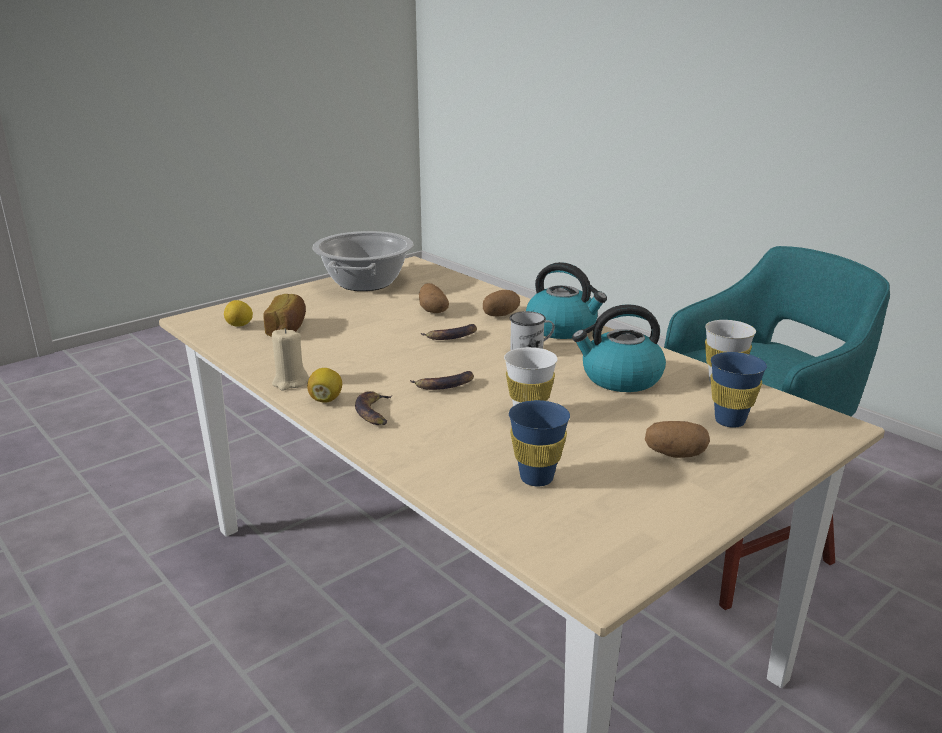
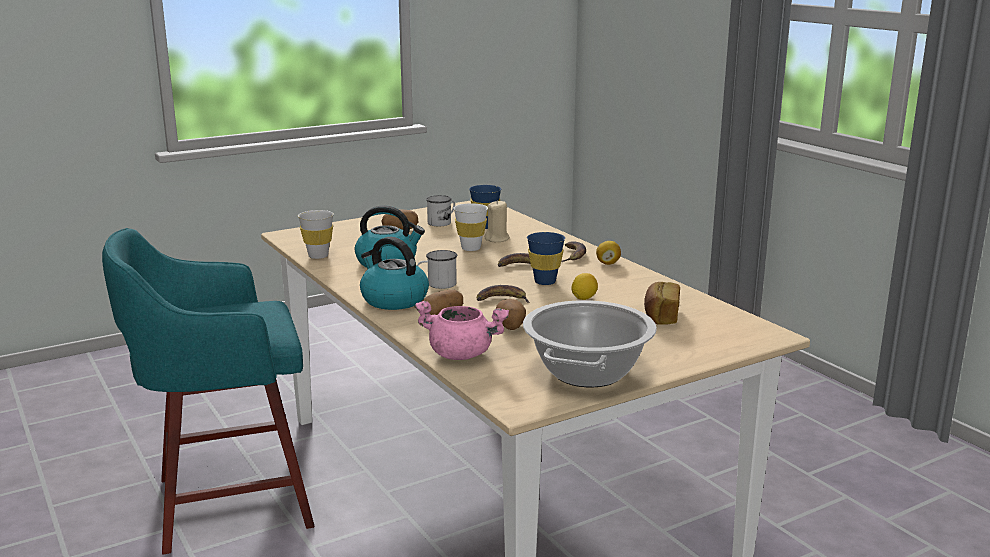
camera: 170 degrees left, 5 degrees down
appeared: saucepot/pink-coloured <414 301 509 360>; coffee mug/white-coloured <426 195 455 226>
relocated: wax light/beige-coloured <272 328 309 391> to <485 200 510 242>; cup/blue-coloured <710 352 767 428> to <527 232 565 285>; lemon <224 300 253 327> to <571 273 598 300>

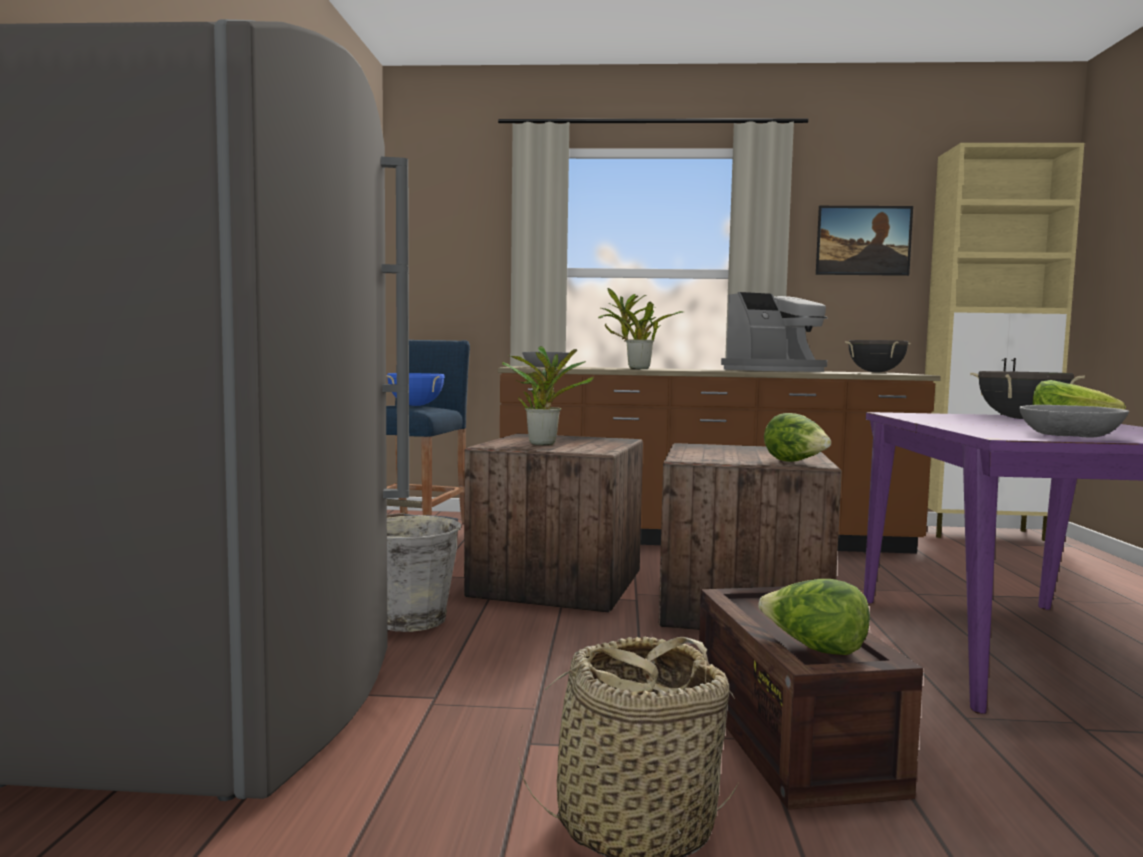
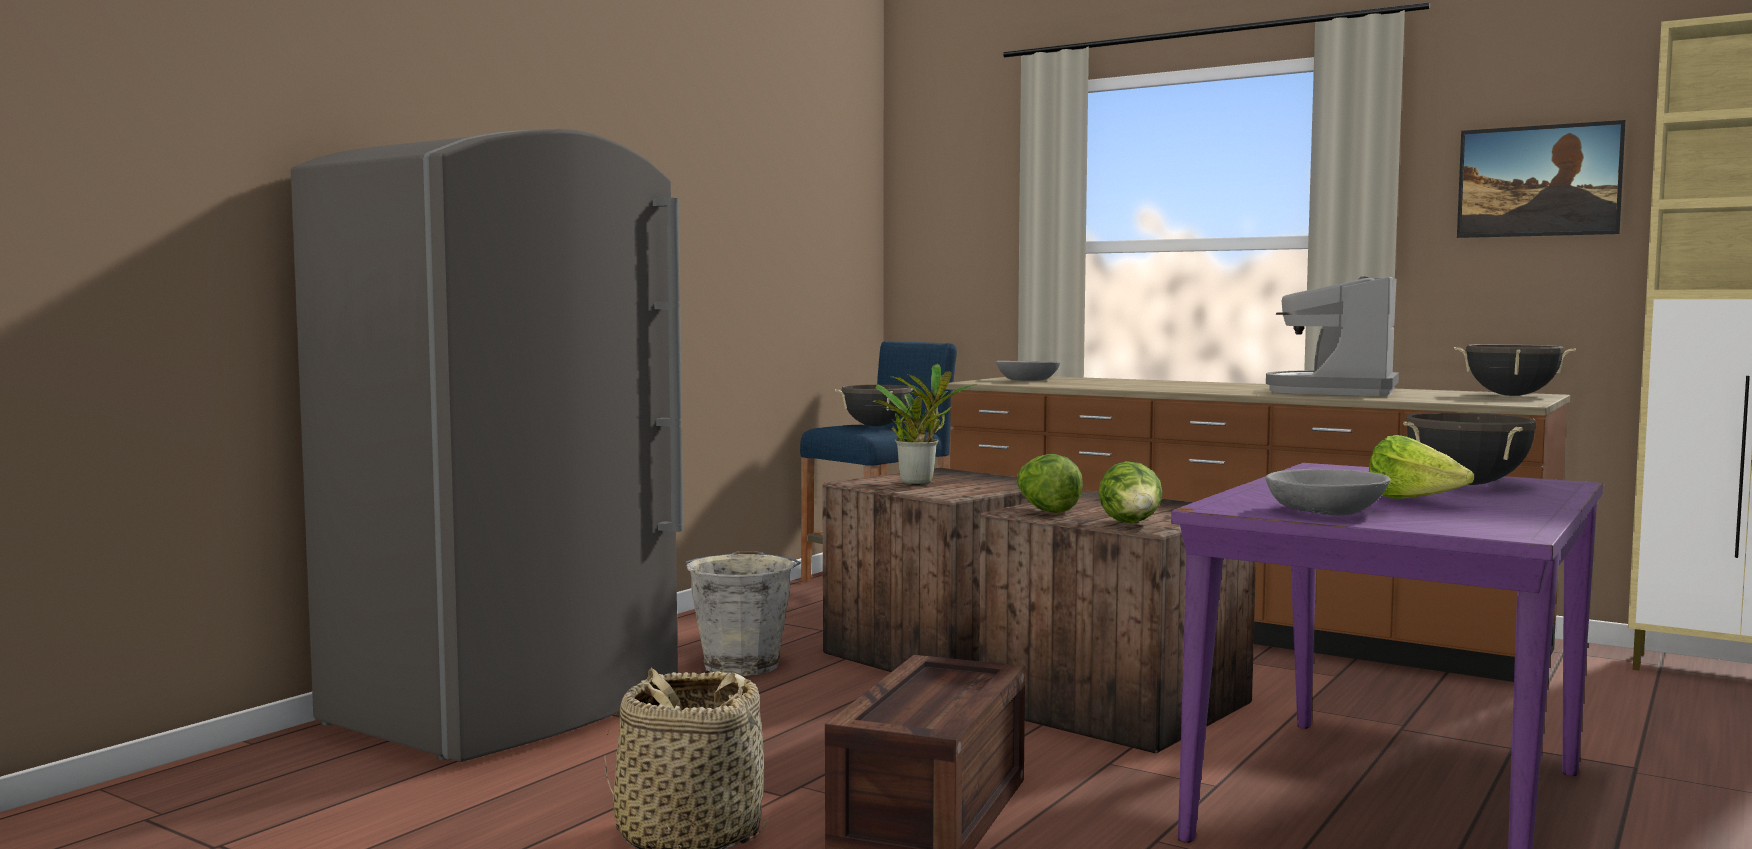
camera: 30 degrees right, 0 degrees up
missing: houseplant <598 288 685 369>
relocated: lettuce head <759 579 870 655> to <1017 454 1083 513>
colour: saucepot/blue-coloured <387 373 445 406> to saucepot/black-coloured <835 385 913 426>
spun: coffee maker <721 292 827 372> = <1266 276 1399 396> 105 degrees clockwise

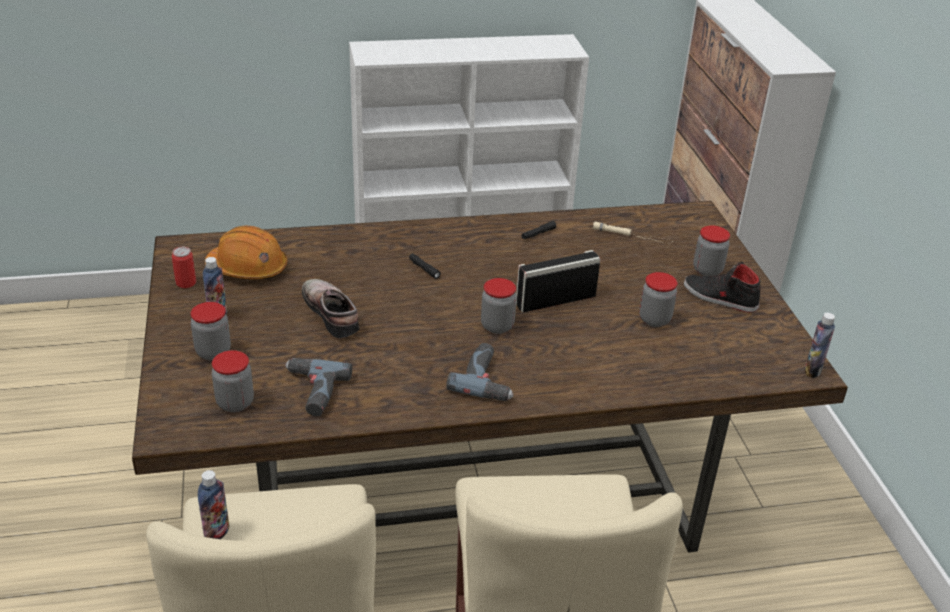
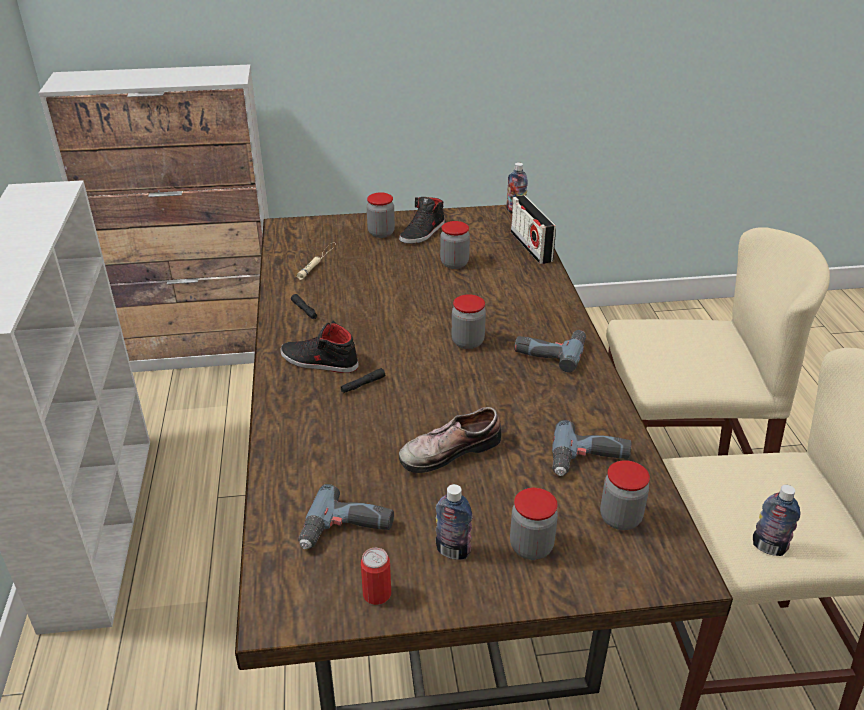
camera: 85 degrees left, 0 degrees up
appeared: low shoe/black-coloured <281 321 359 373>
relocated: radio set <516 250 601 313> to <511 195 556 264>
exchanged: hard hat/orange <205 226 287 279> to drill <298 484 394 549>

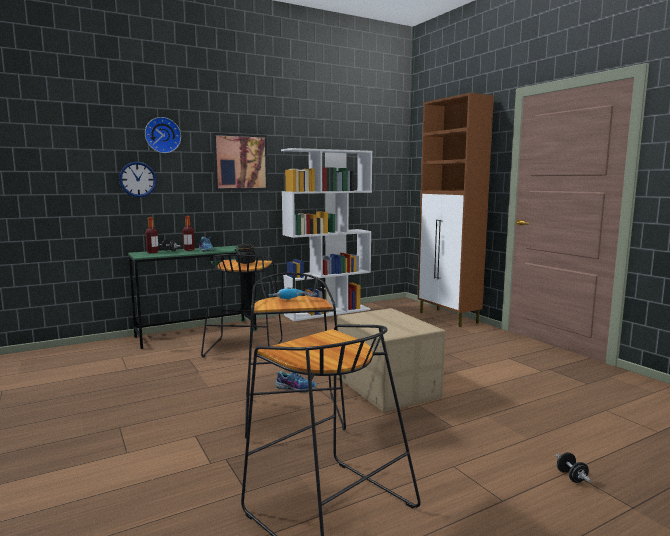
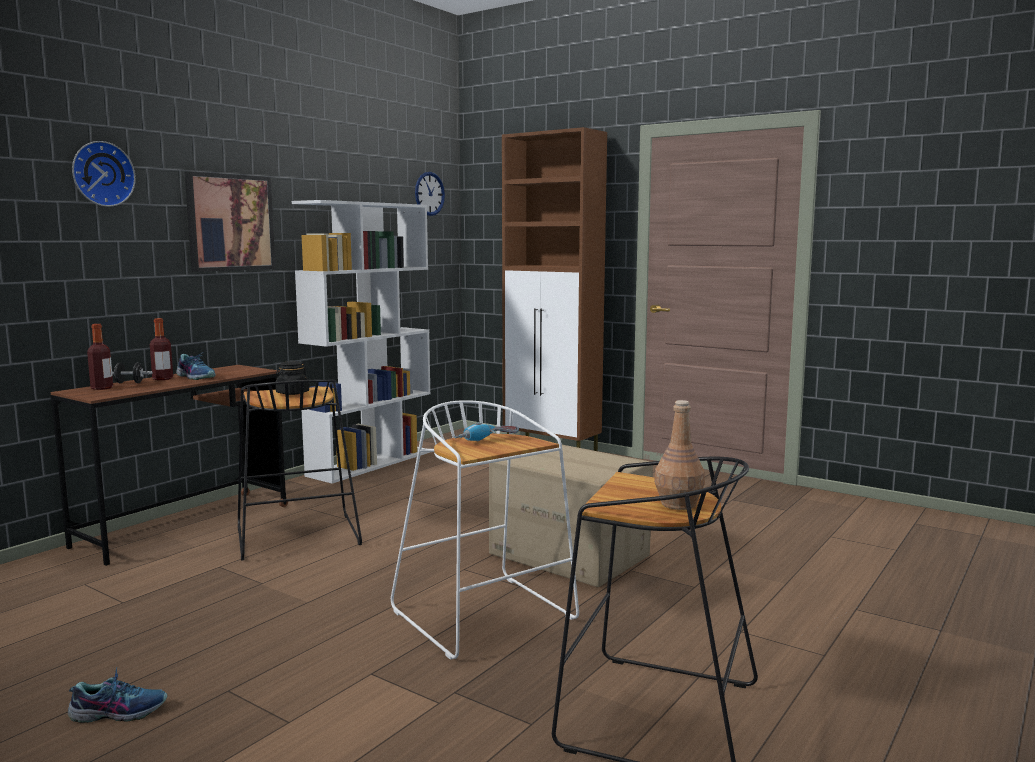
camera: 25 degrees left, 0 degrees up
missing: dumbbell/black-coloured <556 452 591 483>
appeared: beverage bottle/brown <654 400 705 510>
relocated: low shoe <275 371 317 393> to <68 667 167 723>; wall clock <119 162 157 197> to <415 172 445 216>
colour: desk unit/greenish <128 246 258 349> to desk unit/brown <51 365 288 566>; stool seat/black-coloured <245 273 346 438> to stool seat/white-coloured <391 400 579 660>

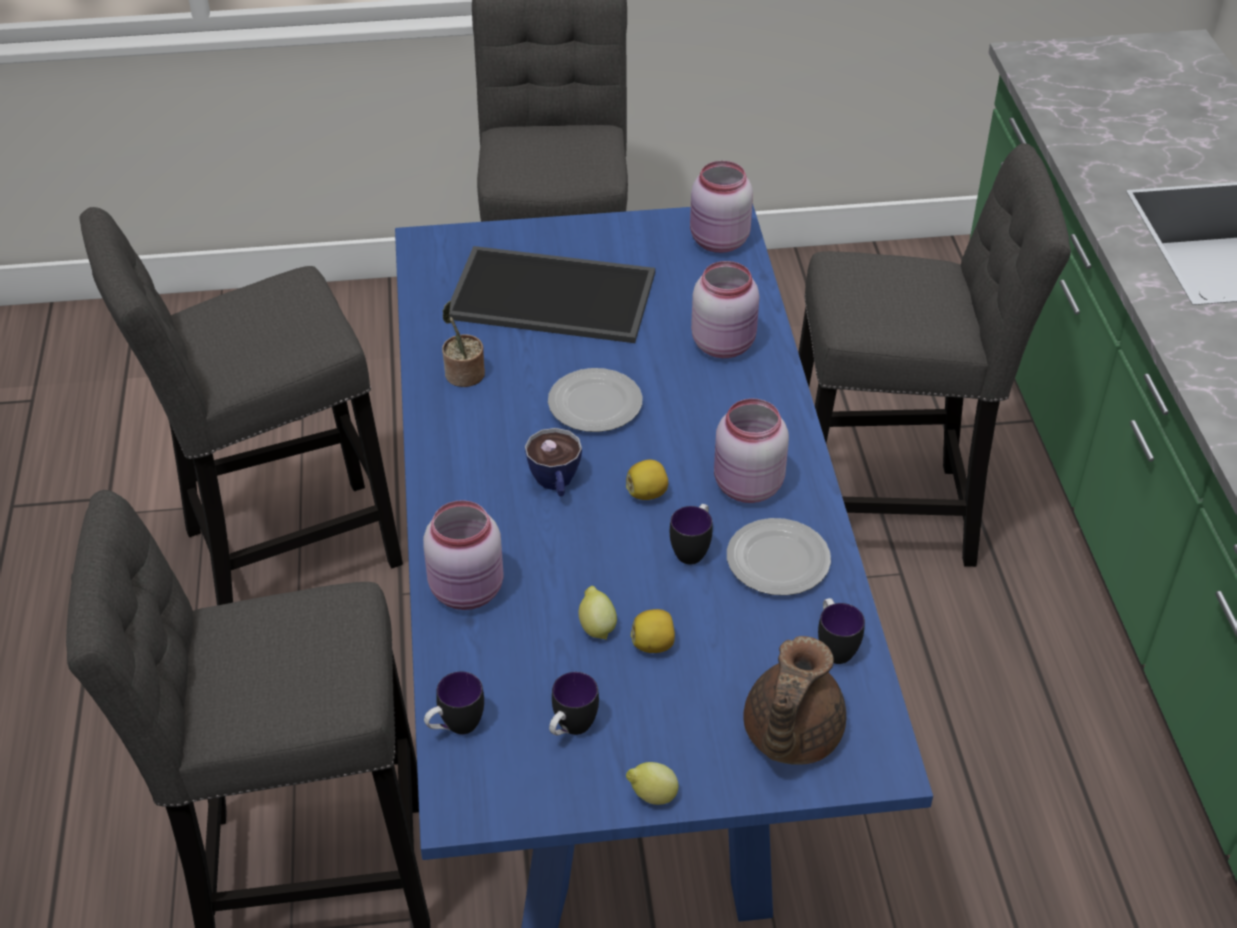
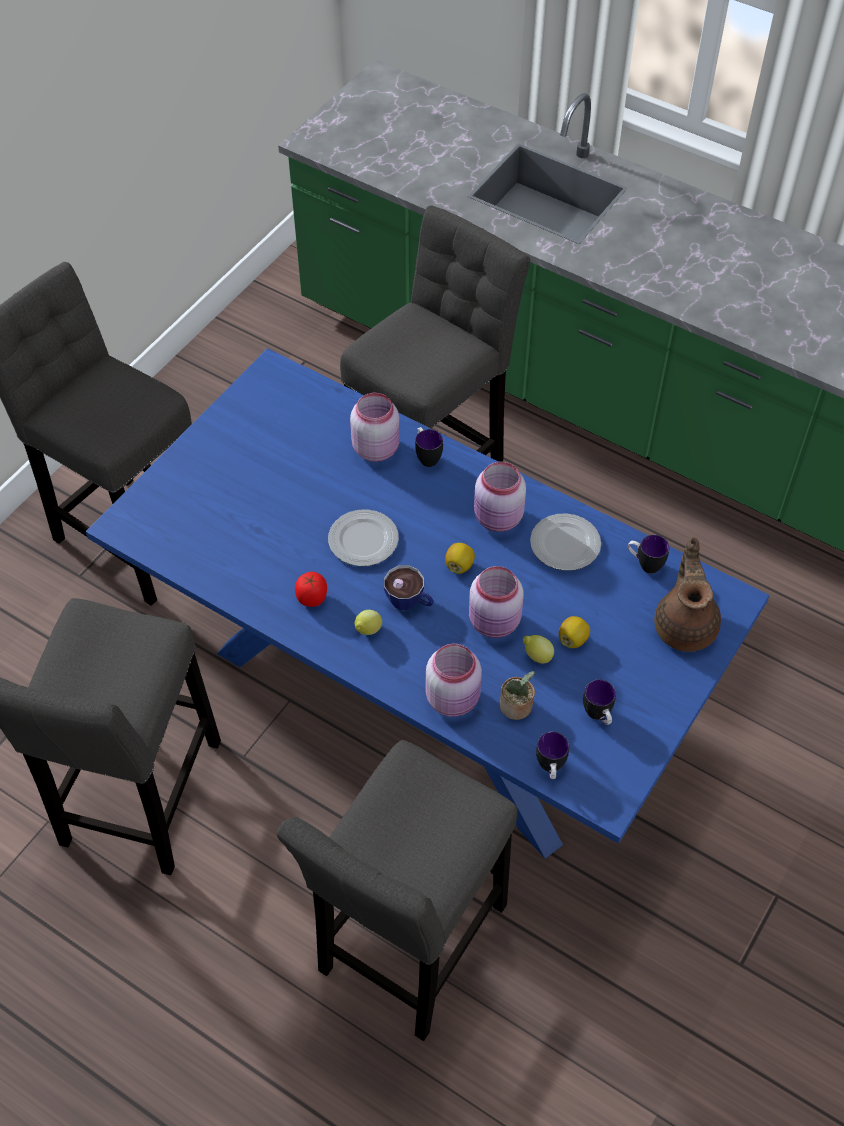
camera: 50 degrees left, 10 degrees up
missing: tray <449 246 655 343>
appeared: fresh tomato <295 572 327 607>
relocated: lemon <626 762 679 805> to <355 610 382 635>; coffee mug <670 504 713 564> to <415 427 443 467>; storage jar/pink-coloured <690 161 753 253> to <469 566 524 638>; houseplant <442 301 485 387> to <500 671 535 720>
spun: pot for tea/brown <743 636 846 765> = <654 537 721 652> 150 degrees counterclockwise

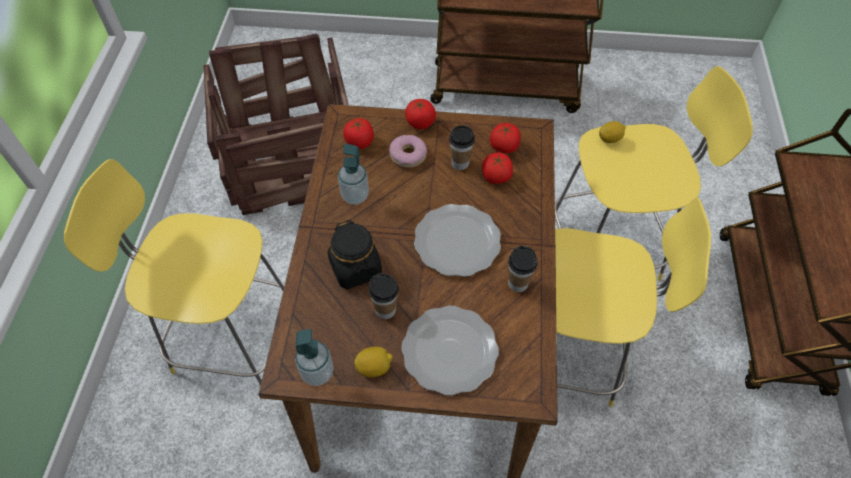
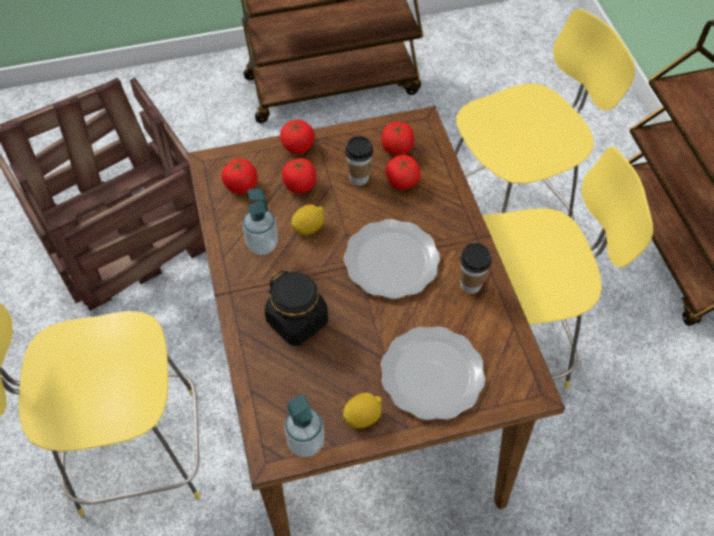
camera: 20 degrees left, 0 degrees up
missing: cup <368 273 399 319>
relocated: lemon <599 121 626 143> to <291 205 324 235>
exchanged: ring doughnut <389 135 427 168> to fresh tomato <282 158 316 193>

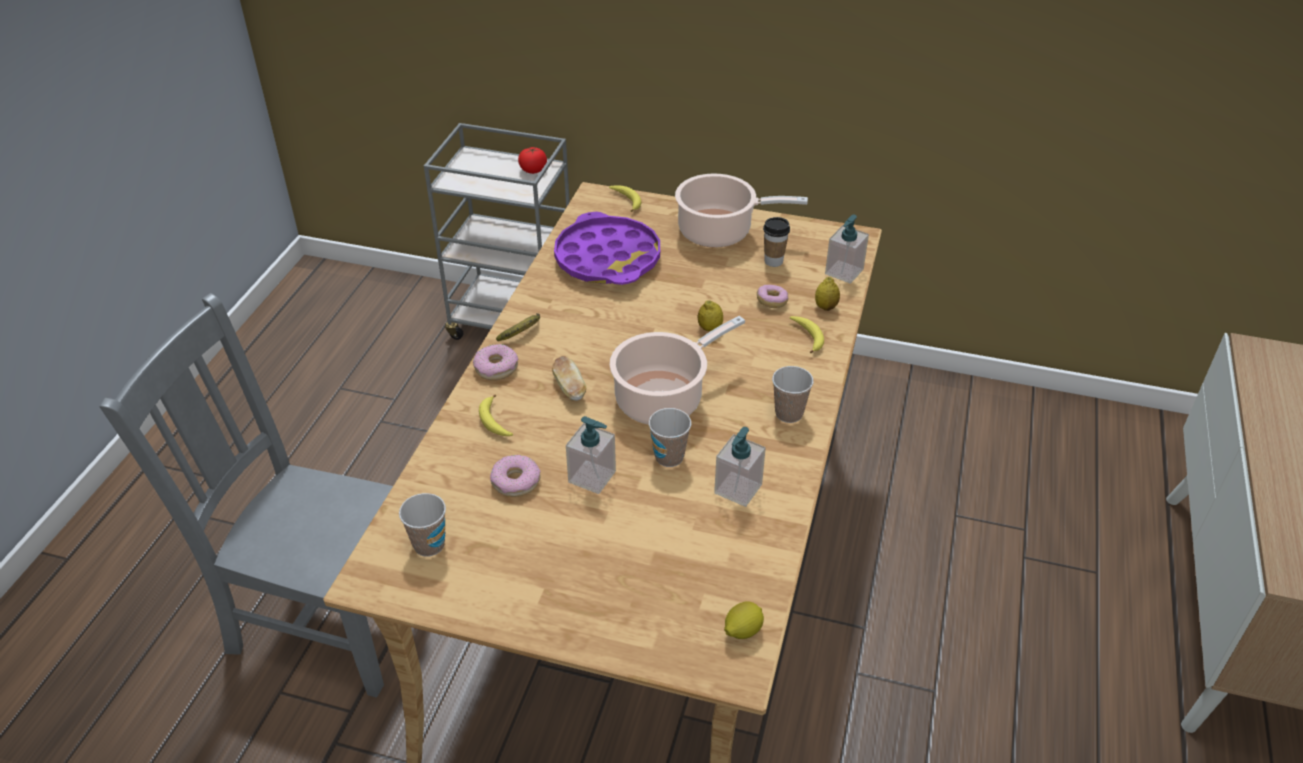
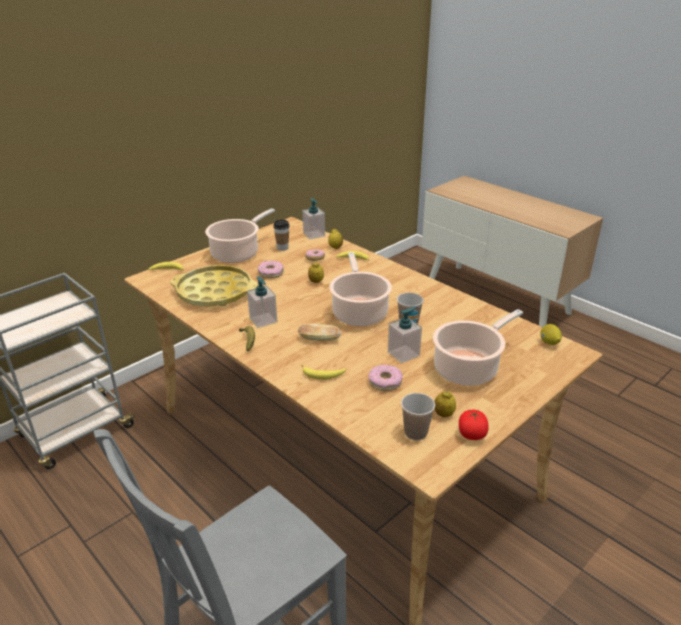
camera: 60 degrees left, 10 degrees down
missing: cup <772 366 814 423>
appeared: saucepot <433 309 523 386>; lemon <434 391 456 417>
relocated: soap dispenser <714 427 766 507> to <247 276 277 328>; ring doughnut <473 344 518 380> to <258 261 284 278>; fresh tomato <518 147 547 174> to <459 410 488 440>
colour: tray/purple <554 212 660 285> to tray/yellow-coloured <170 265 258 307>

